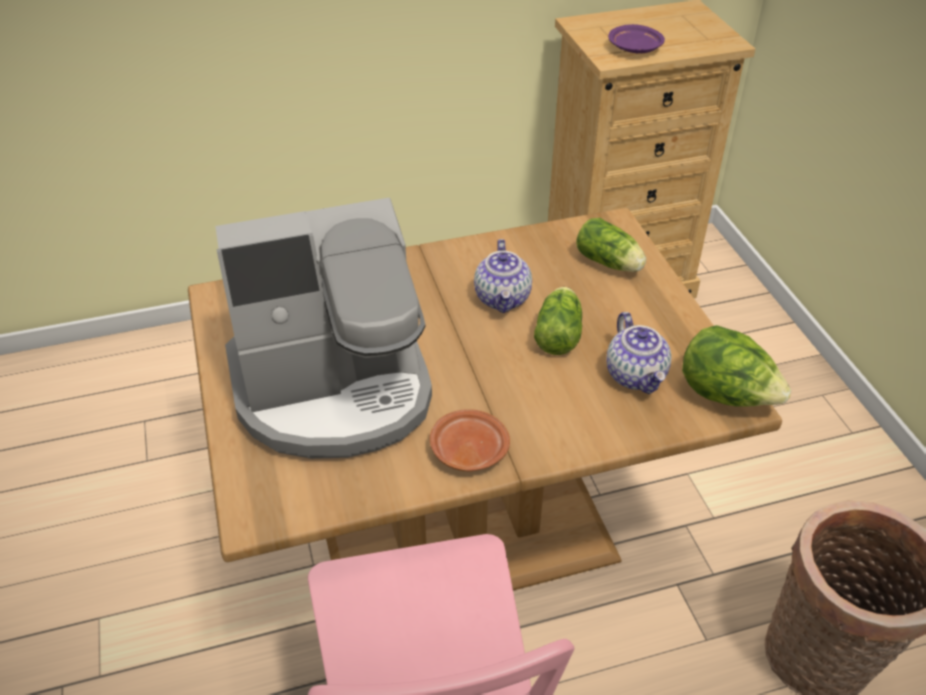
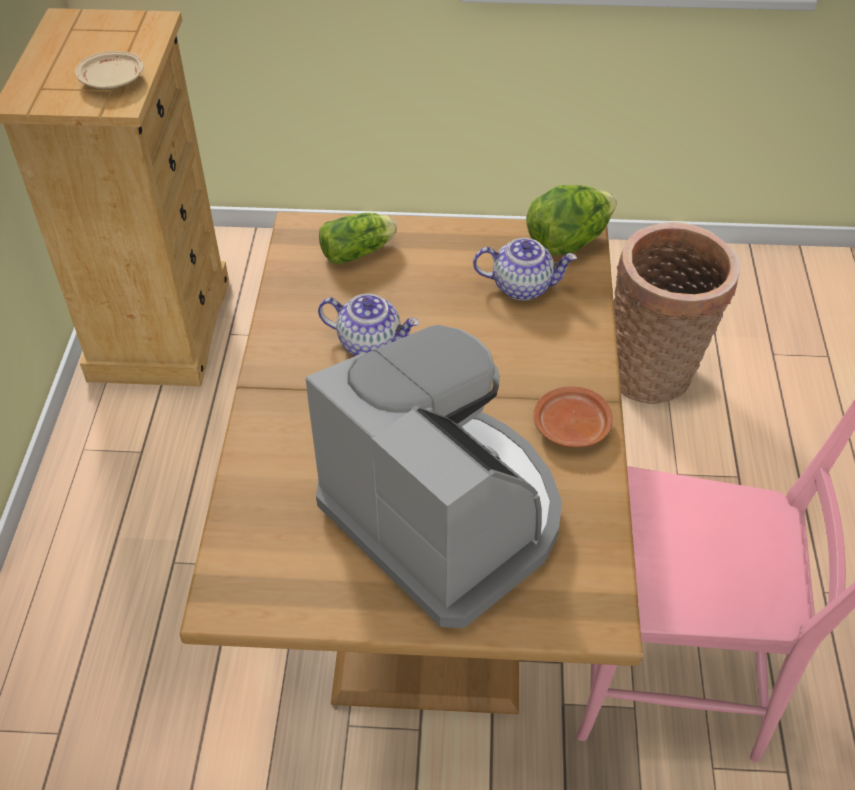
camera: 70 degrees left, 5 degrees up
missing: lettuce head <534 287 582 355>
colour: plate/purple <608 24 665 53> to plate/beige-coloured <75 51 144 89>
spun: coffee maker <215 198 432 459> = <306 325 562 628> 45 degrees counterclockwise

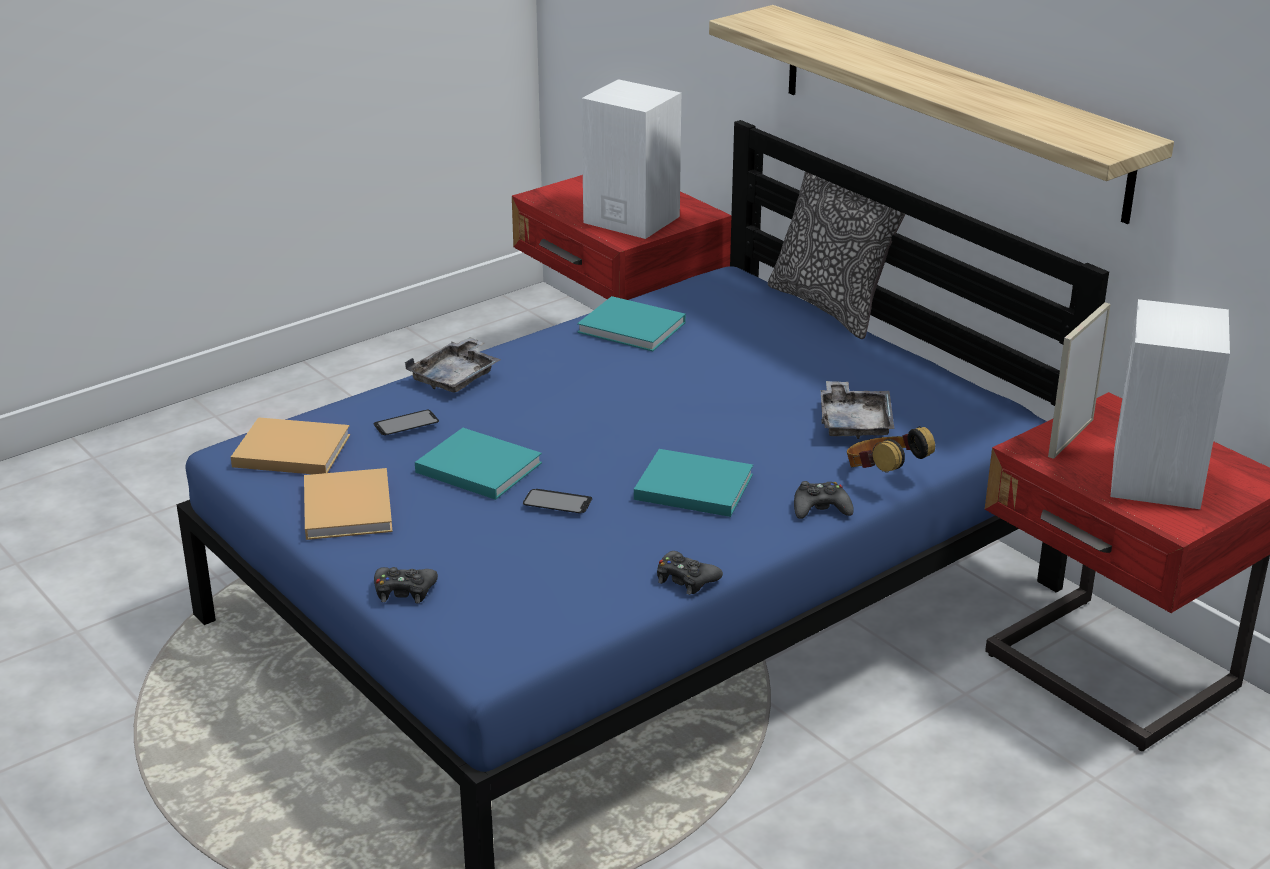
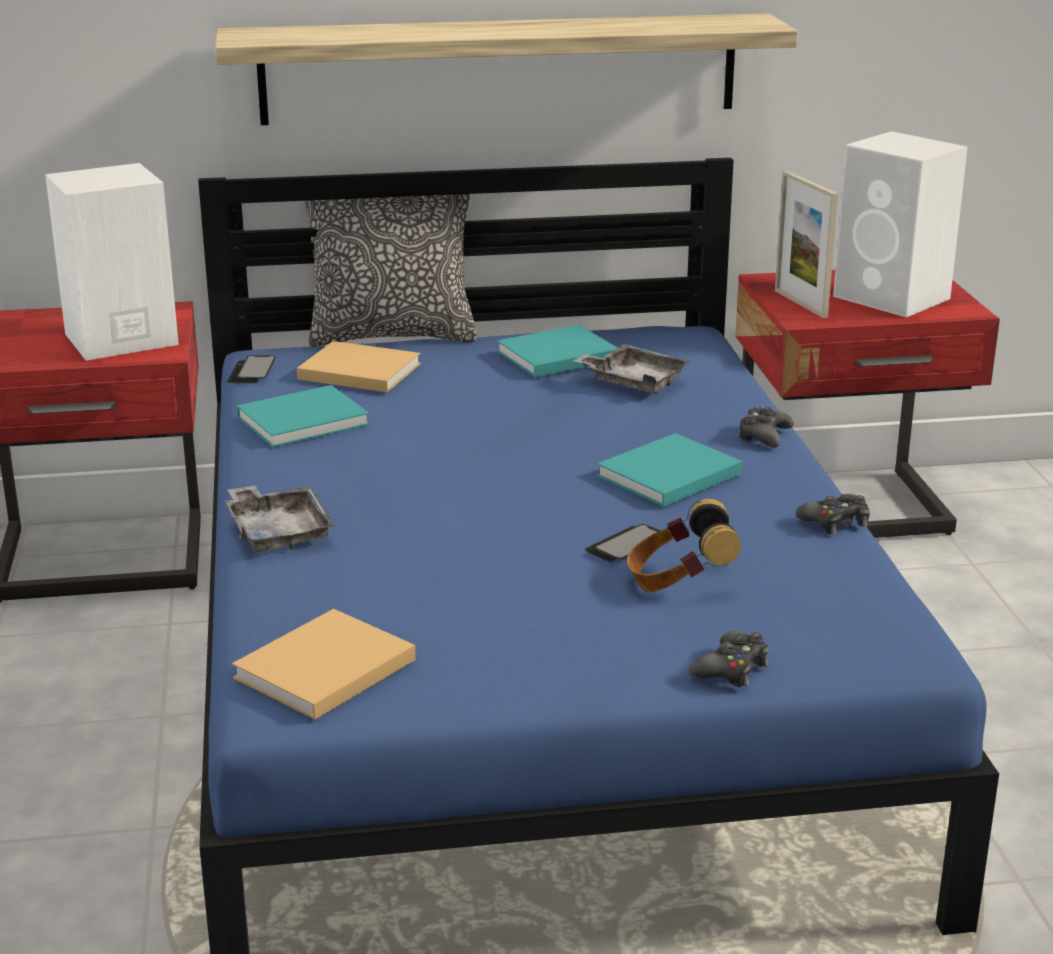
camera: 60 degrees left, 5 degrees down
relocated: handset <374 410 439 435> to <227 355 276 383>; bound book/beige-coloured <304 468 393 540> to <297 341 421 392>; bound book/blue-green <415 428 542 500> to <497 325 617 377>; pair of headphones <847 426 935 472> to <627 499 741 592>

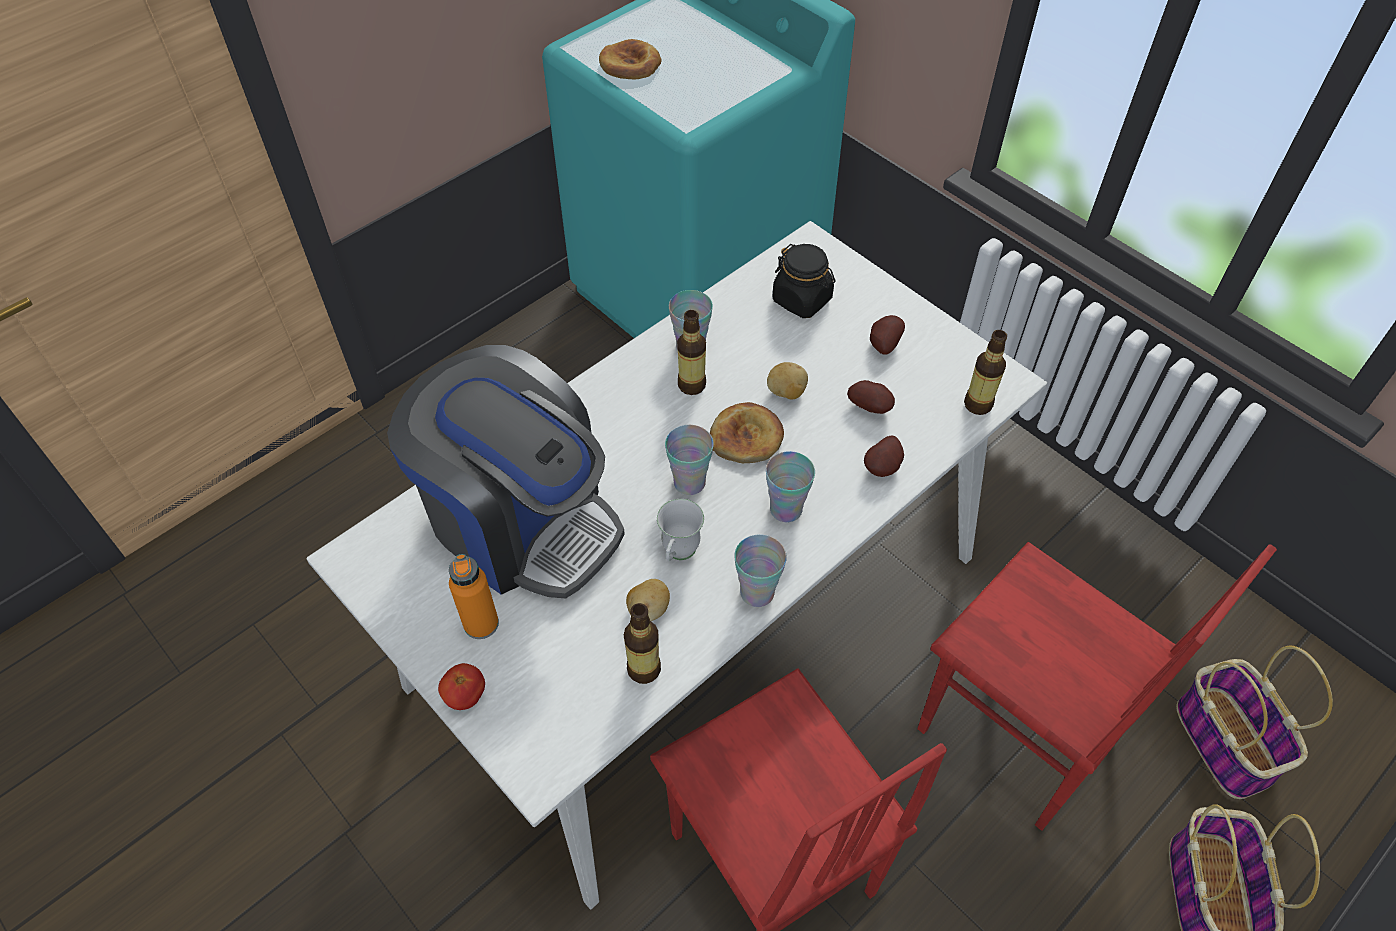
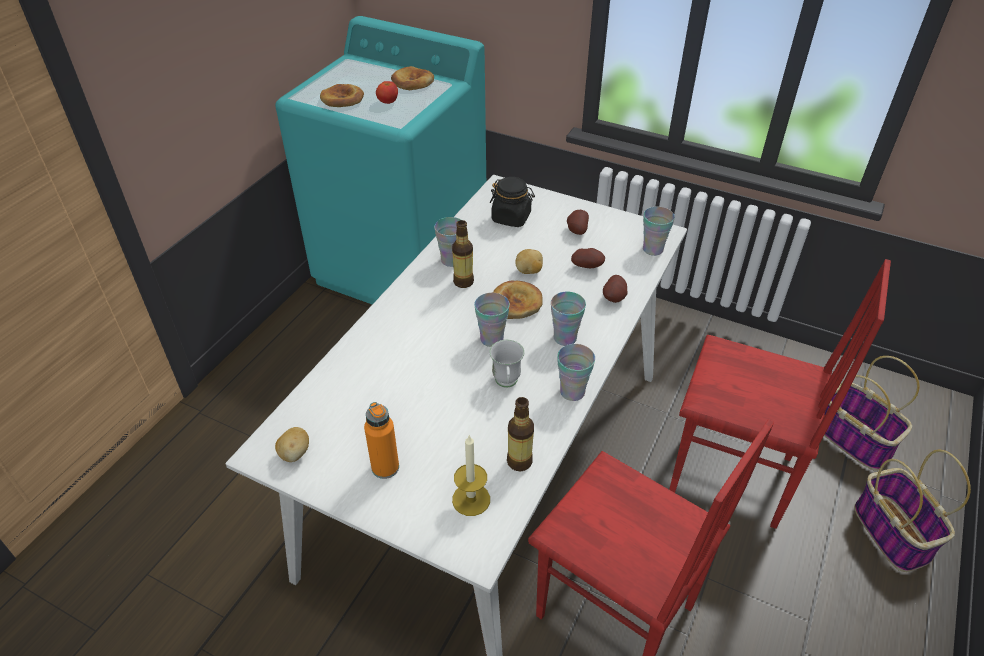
camera: 20 degrees left, 10 degrees down
missing: coffee maker <387 345 625 598>
appeared: bakery bread <391 66 434 90>; wax light <452 436 490 516>
relocated: spud <626 579 670 621> to <275 427 309 462>; fresh tomato <438 663 485 710> to <376 81 398 104>
exchanged: beverage bottle <964 330 1007 415> to cup <643 207 675 256>

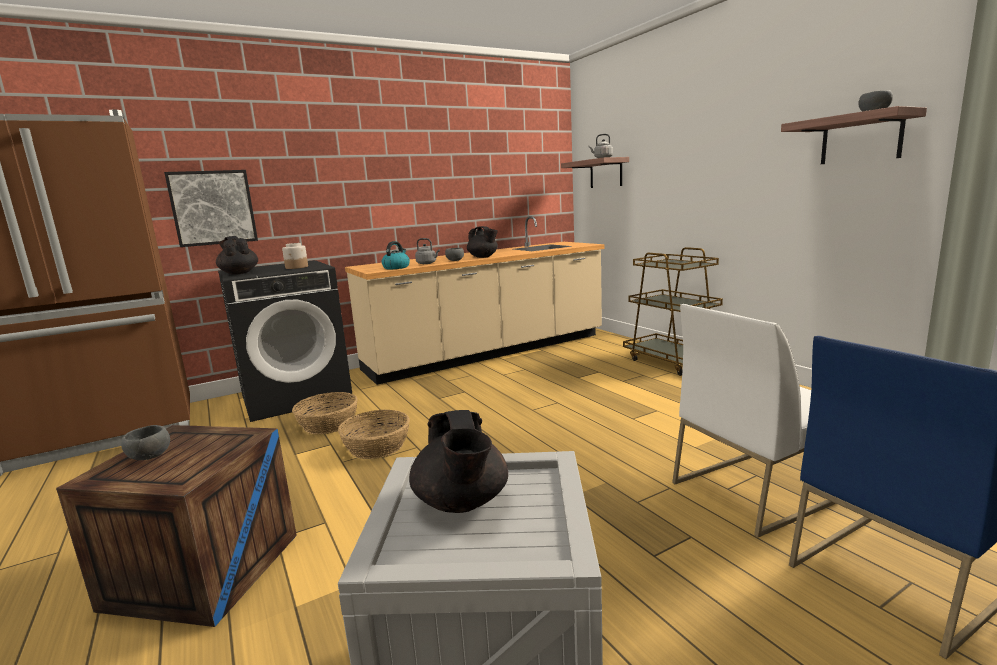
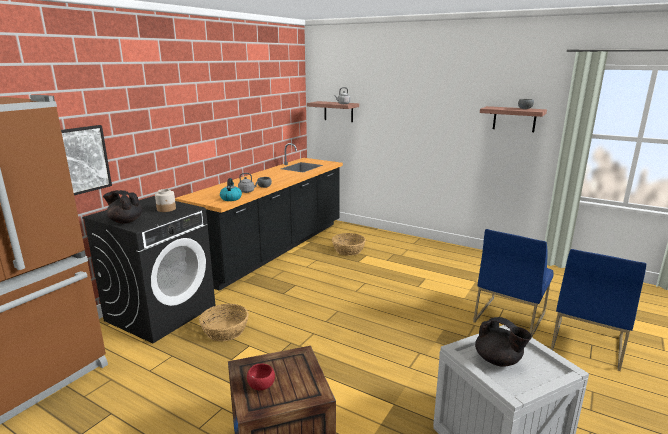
camera: 30 degrees left, 5 degrees up
missing: pot for tea/black-coloured <467 226 498 258>; wheeled cart/brown <623 247 723 376>
relocated: household basket <338 410 410 459> to <332 233 366 256>
colour: counter/beige-coloured <345 216 605 385> to counter/black-coloured <175 143 343 291>; bowl/grey <121 425 170 460> to bowl/red-coloured <247 364 275 390>; upright chair/white-coloured <672 304 836 537> to upright chair/blue-coloured <473 229 554 337>

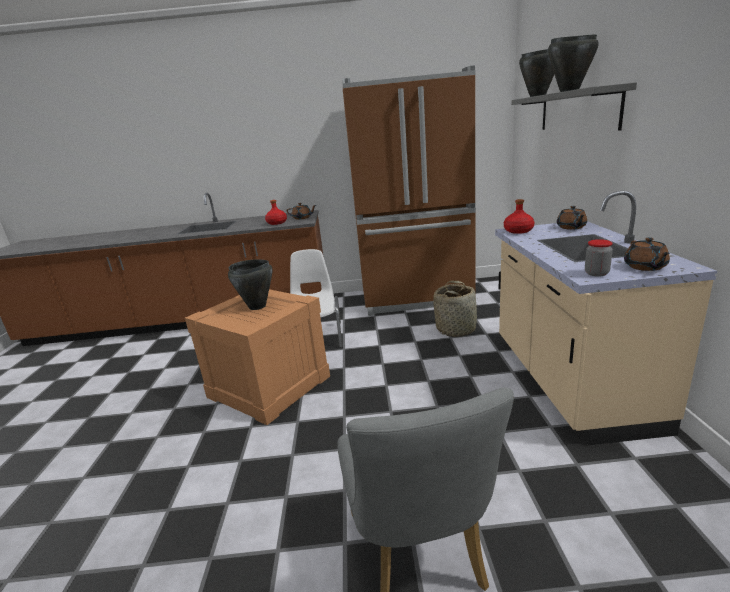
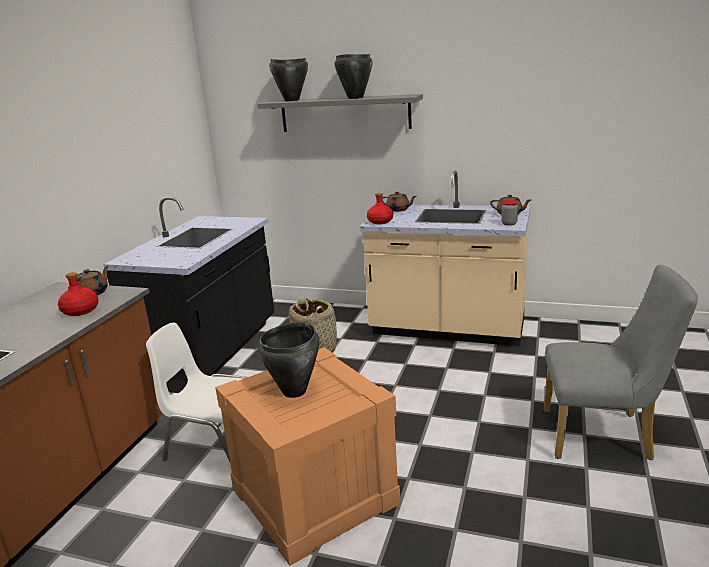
camera: 70 degrees left, 0 degrees up
exchanged: refrigerator/brown <342 66 476 316> to counter/black-coloured <103 197 274 393>

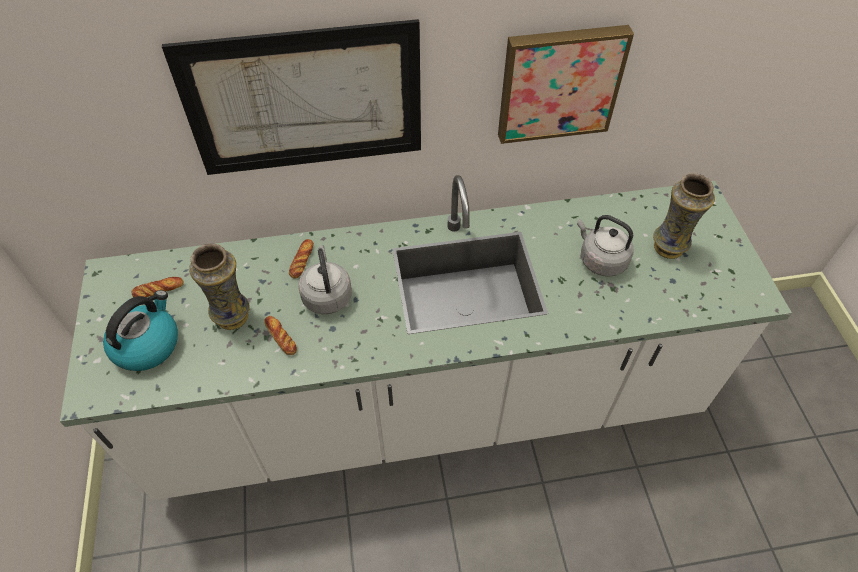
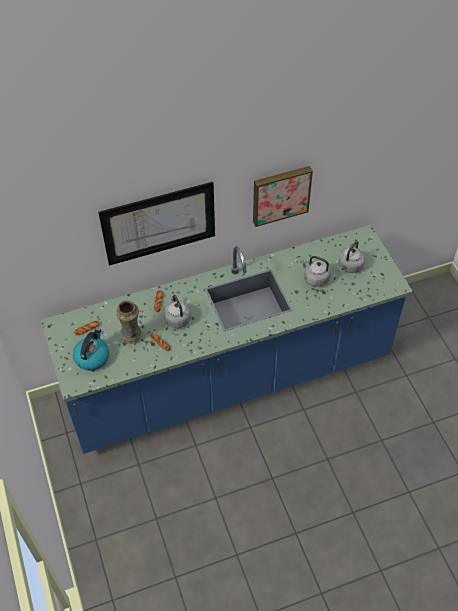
camera: 10 degrees left, 0 degrees up
exchanged: decorative vase <653 173 715 259> to water kettle/grey <339 241 365 273>
colour: counter/white-coloured <60 175 792 500> to counter/blue-coloured <41 225 413 454>

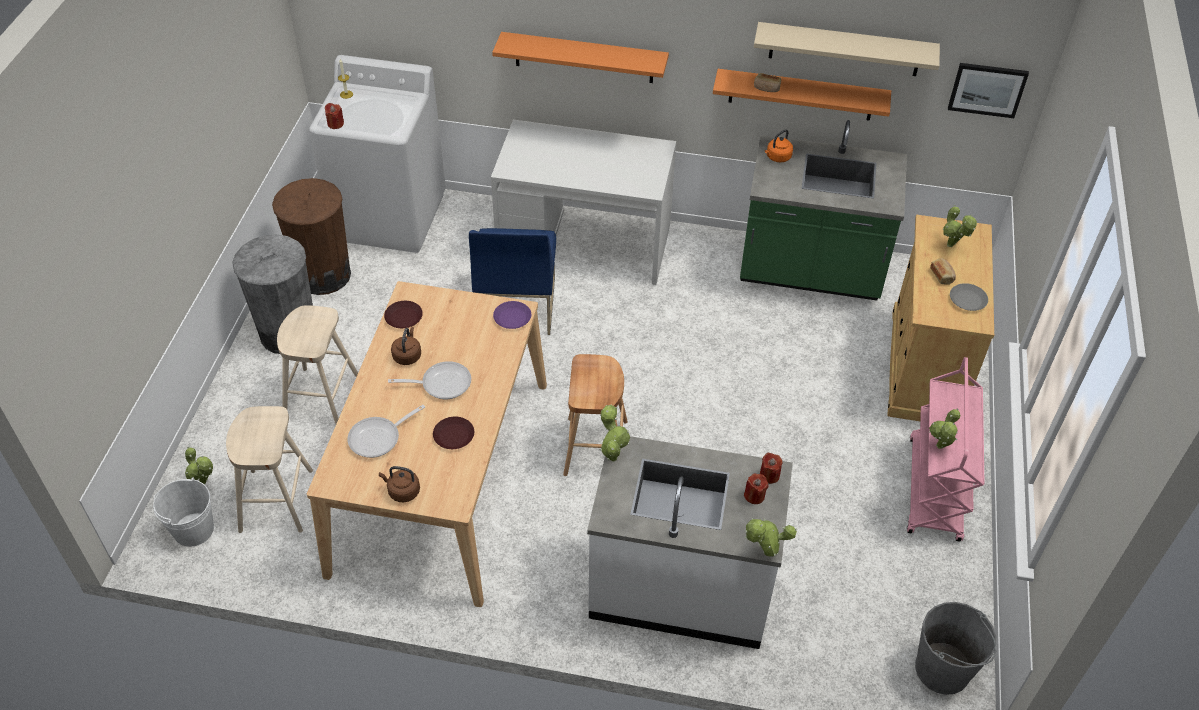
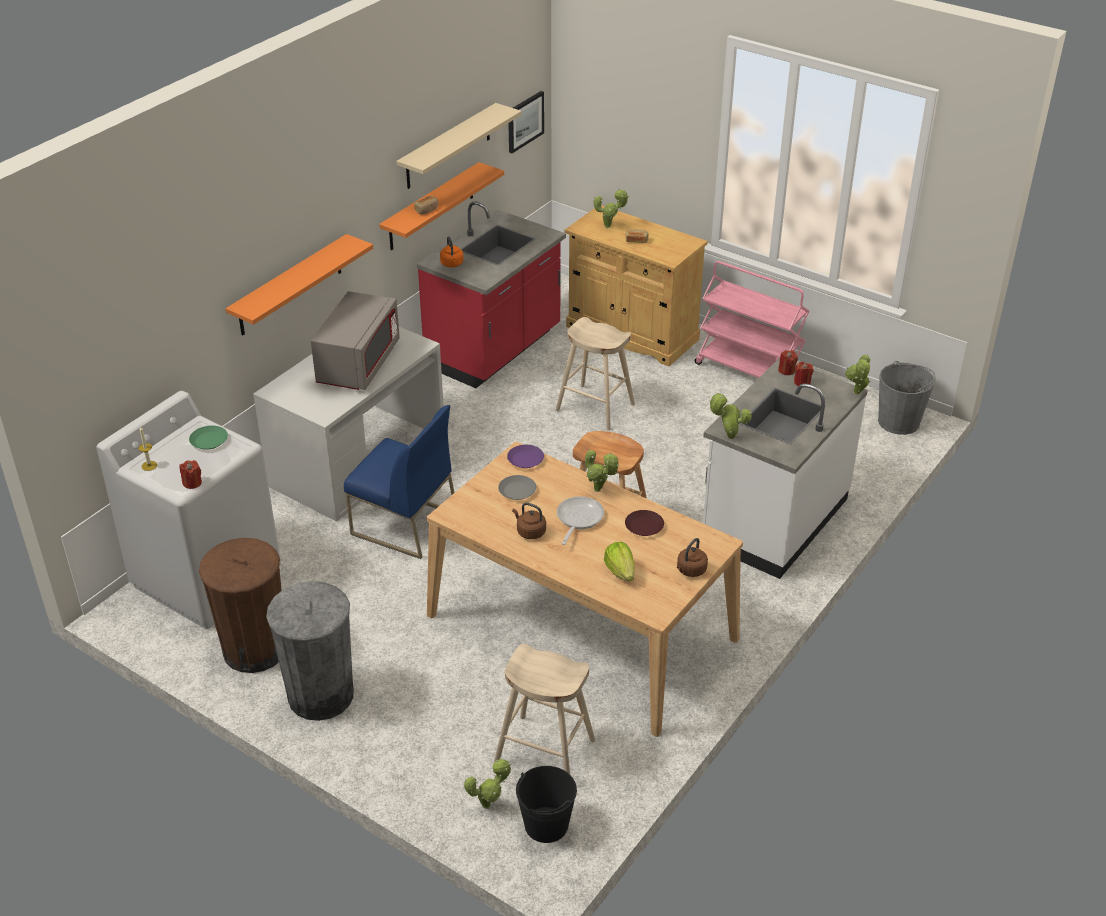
camera: 65 degrees left, 10 degrees down
missing: plate/brown <384 301 423 328>
appeared: plate/greenish <189 426 228 450>; microwave/grey <311 291 400 390>
relocated: plate/grey <950 283 988 311> to <498 475 536 500>; stool seat/beige-coloured <277 305 358 424> to <556 317 635 430>; houseplant <929 408 961 449> to <585 449 619 492>
exchanged: skillet <348 405 425 458> to lettuce head <604 542 635 582>
colour: counter/greenish <740 120 907 301> to counter/red-coloured <417 201 566 388>; pail/white-coloured <153 477 214 547> to pail/black-coloured <516 766 577 843>

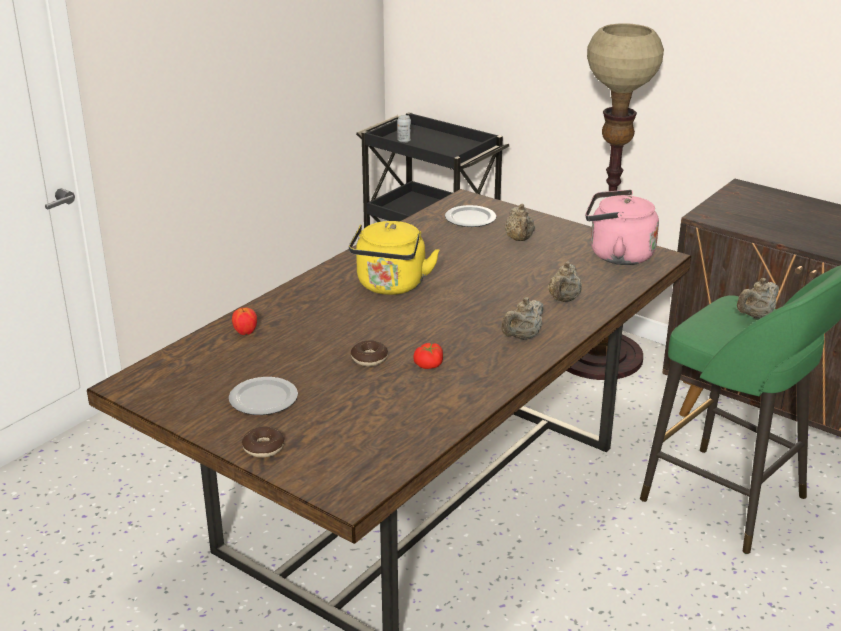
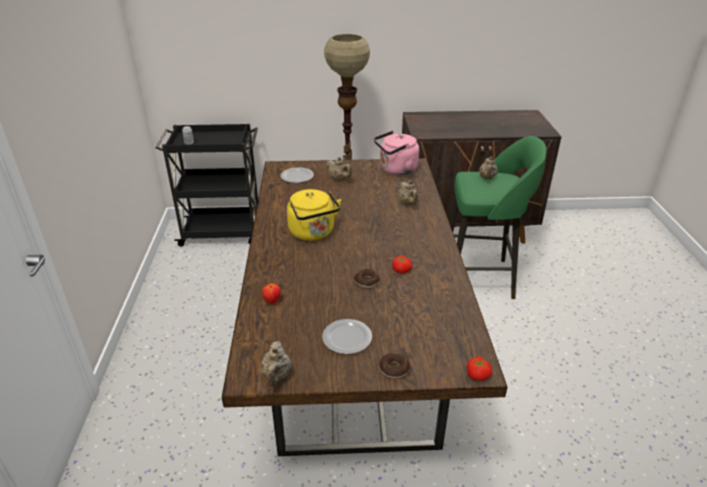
camera: 40 degrees left, 5 degrees up
appeared: fresh tomato <467 356 492 381>
relocated: pot for tea/beige-coloured <501 297 544 340> to <261 341 291 386>

